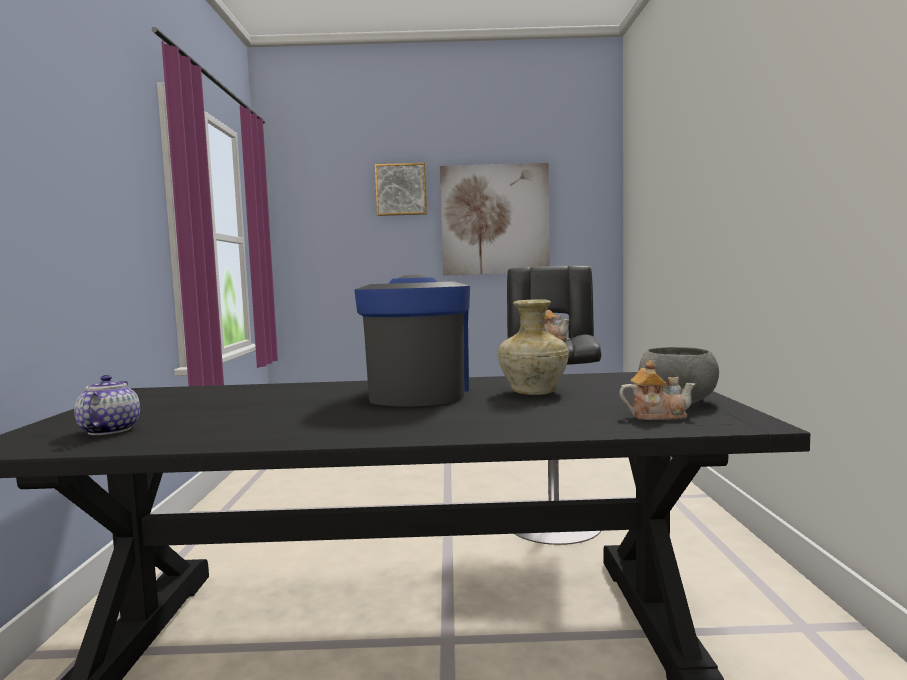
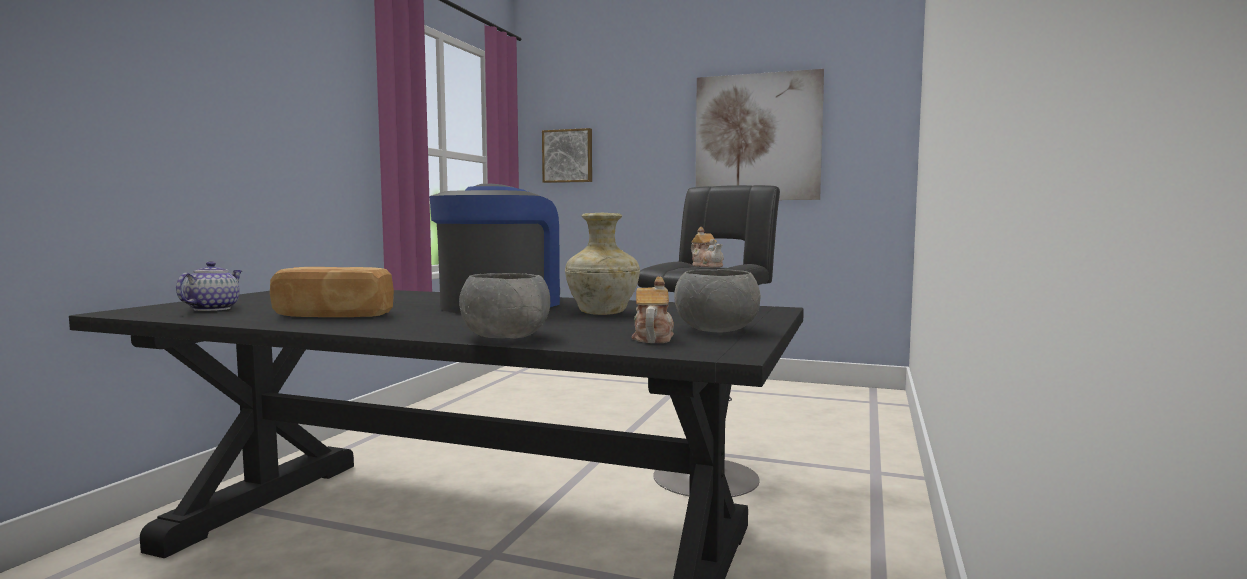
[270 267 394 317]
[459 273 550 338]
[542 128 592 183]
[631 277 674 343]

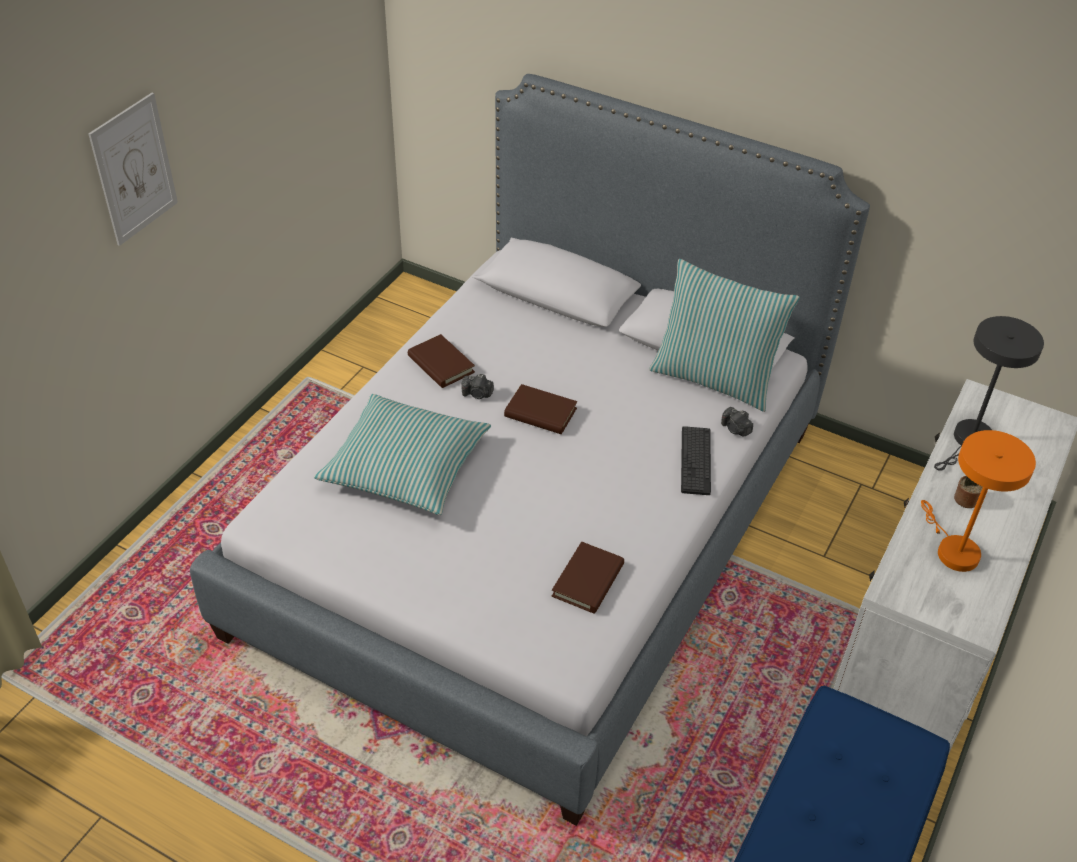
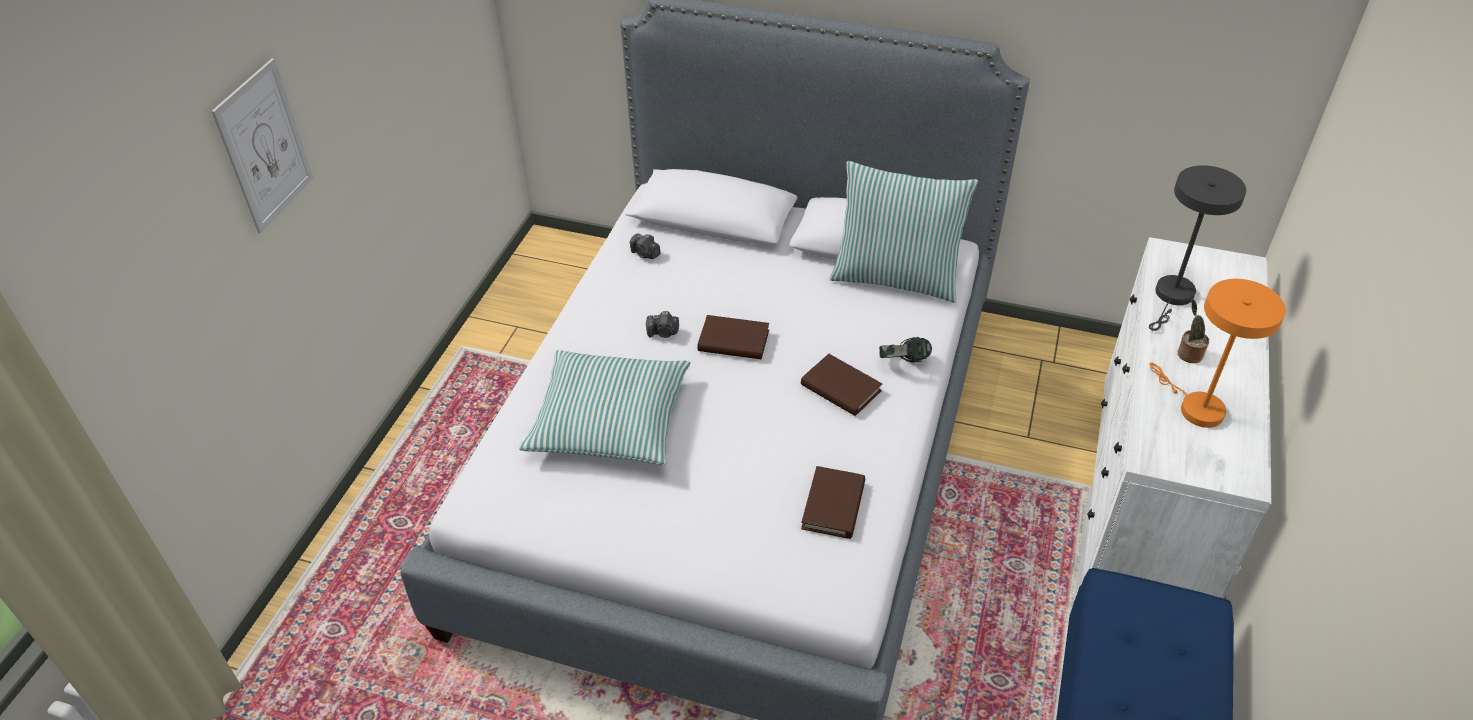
[801 354 882 416]
[630 233 661 259]
[879 337 932 362]

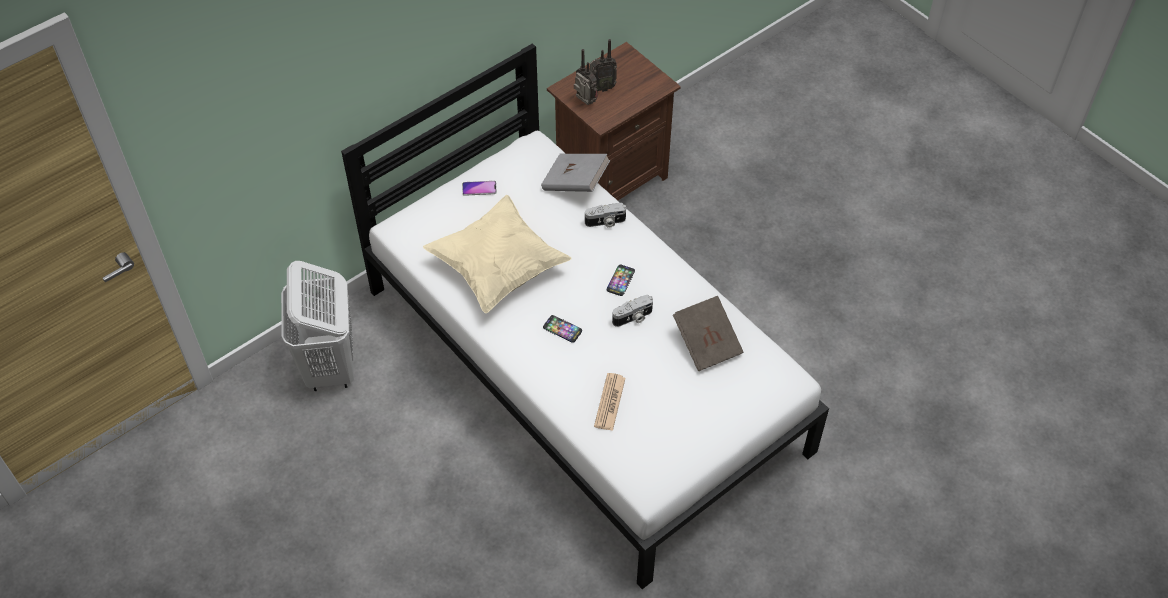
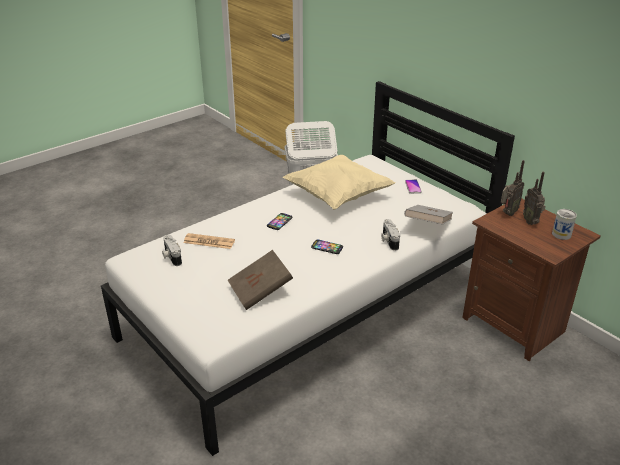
[552 209 577 240]
[162 235 182 266]

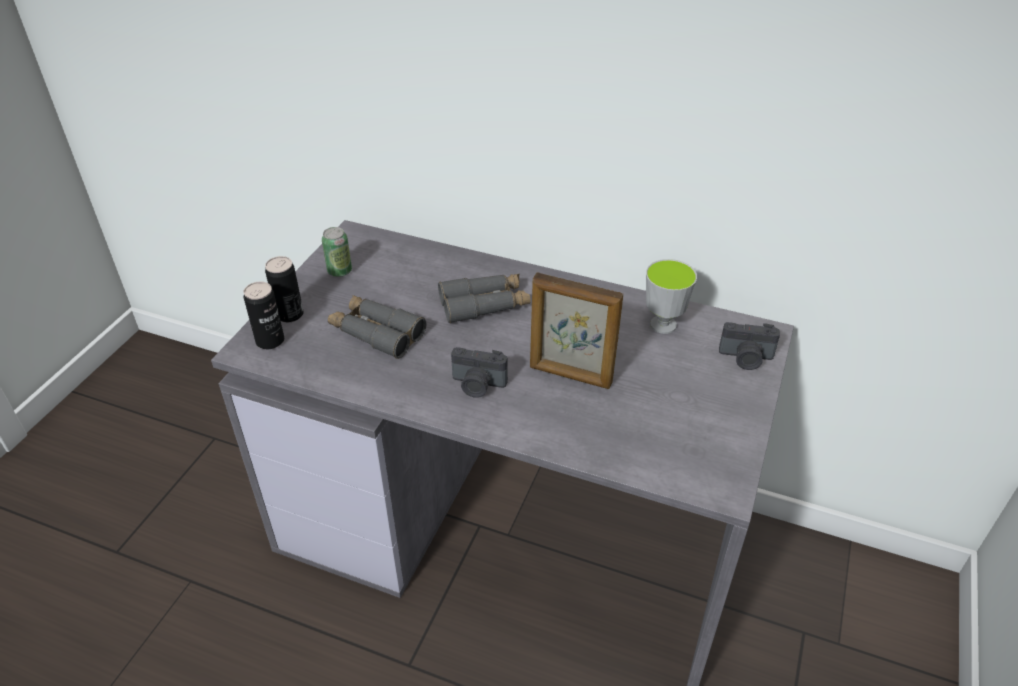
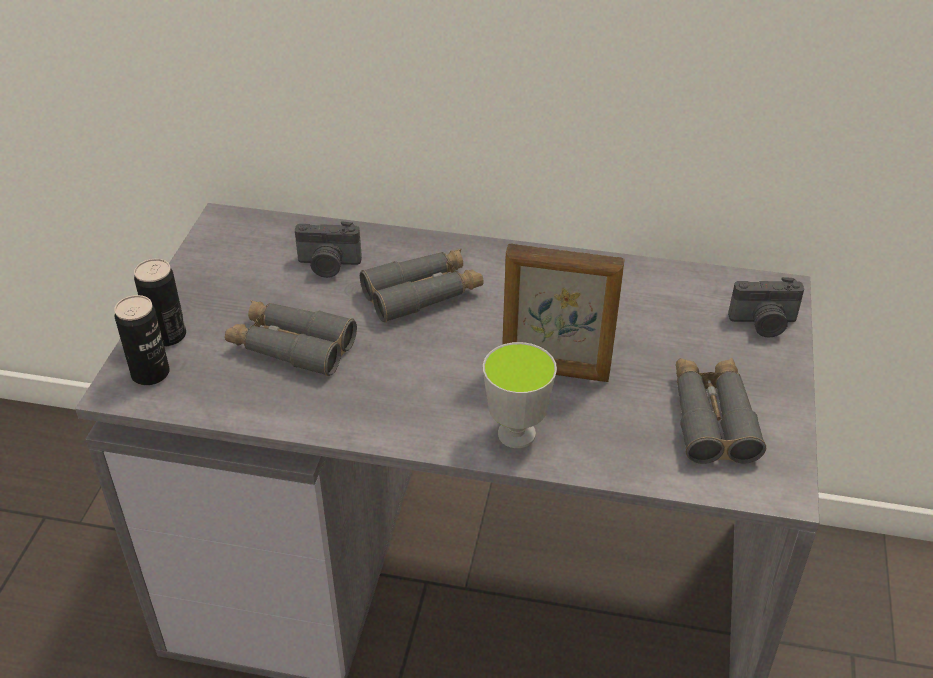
[322 227 352 277] (first image)
[676 358 766 464]
[295 221 362 278]
[483 342 557 448]

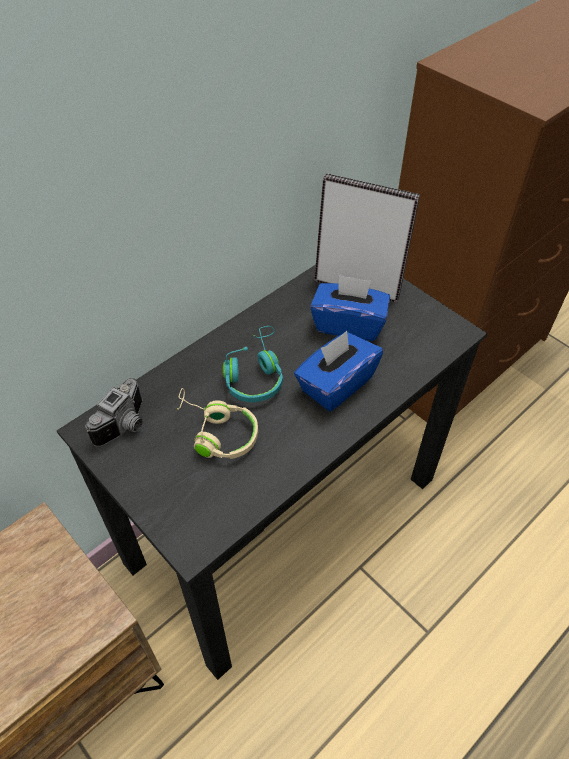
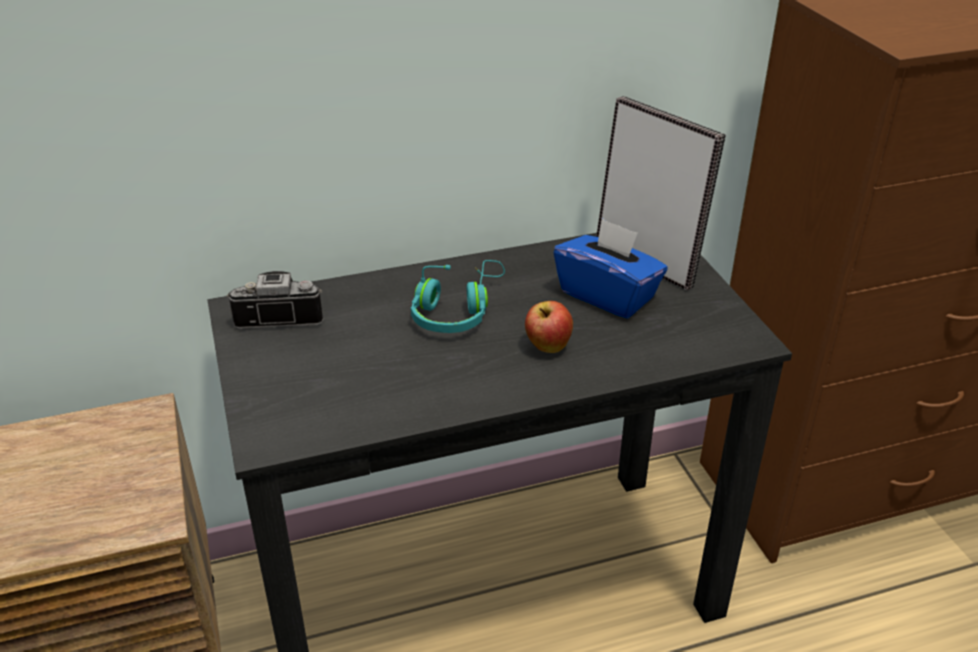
[176 388 258 459] (first image)
[525 301 573 353]
[227 271 323 329]

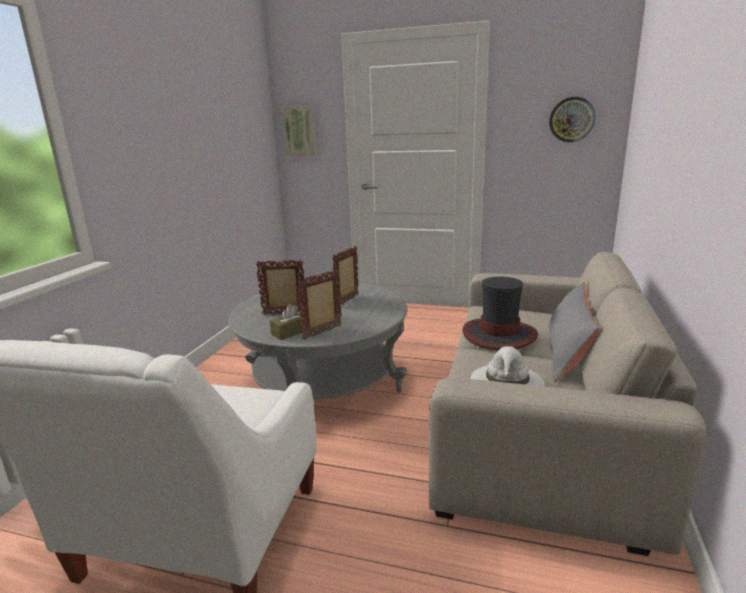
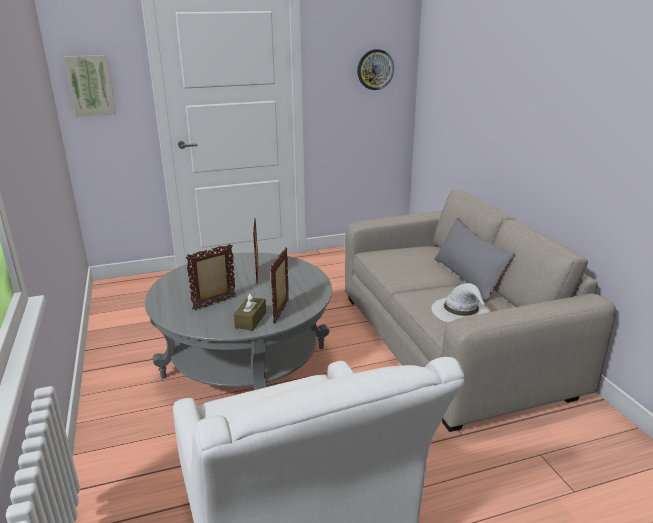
[463 277 538 350] (first image)

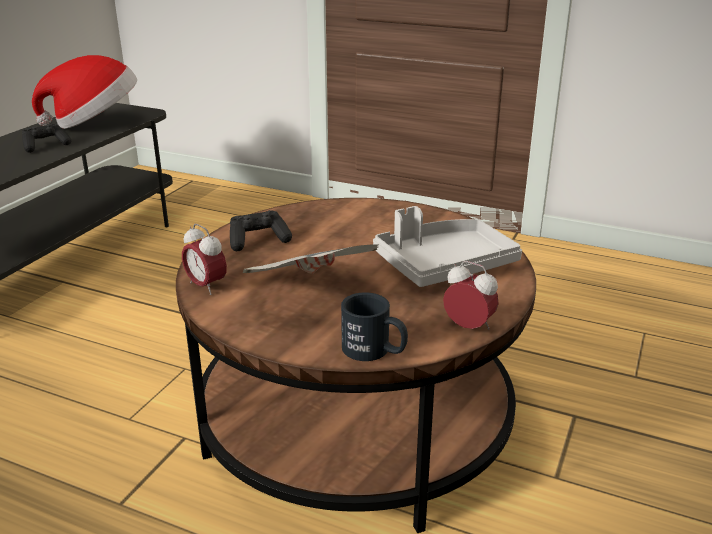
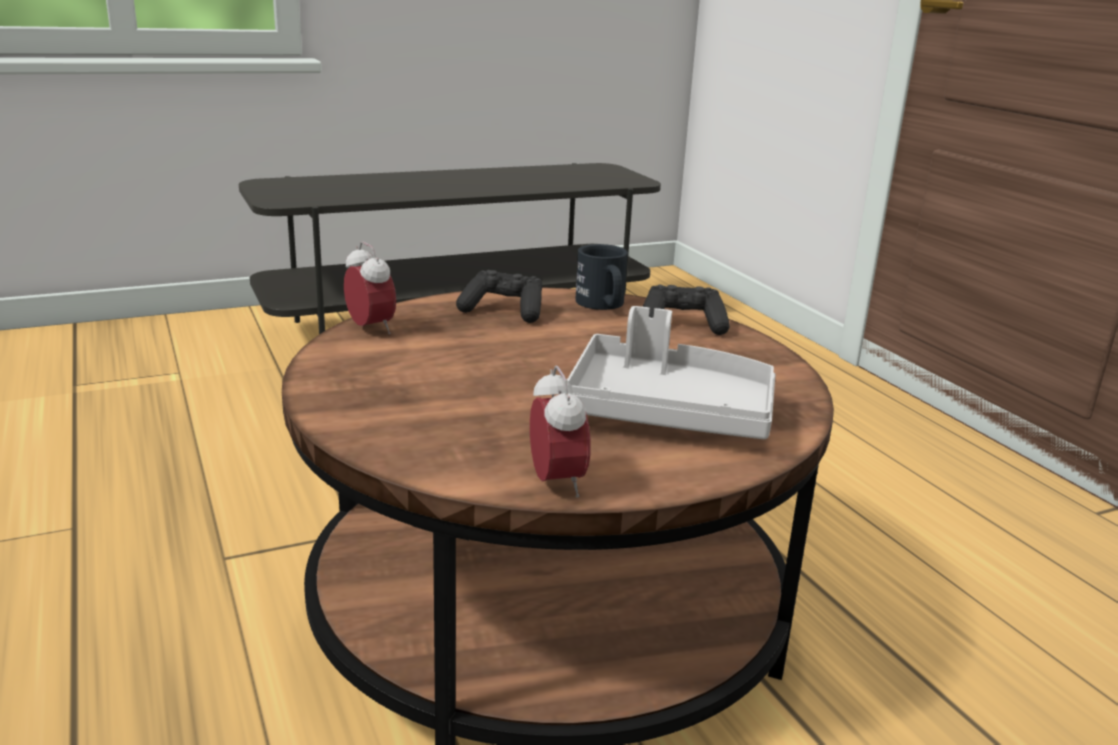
[32 55 137 129] (first image)
[242 244 378 274] (first image)
[643 285 730 335]
[575 244 628 310]
[344 241 396 334]

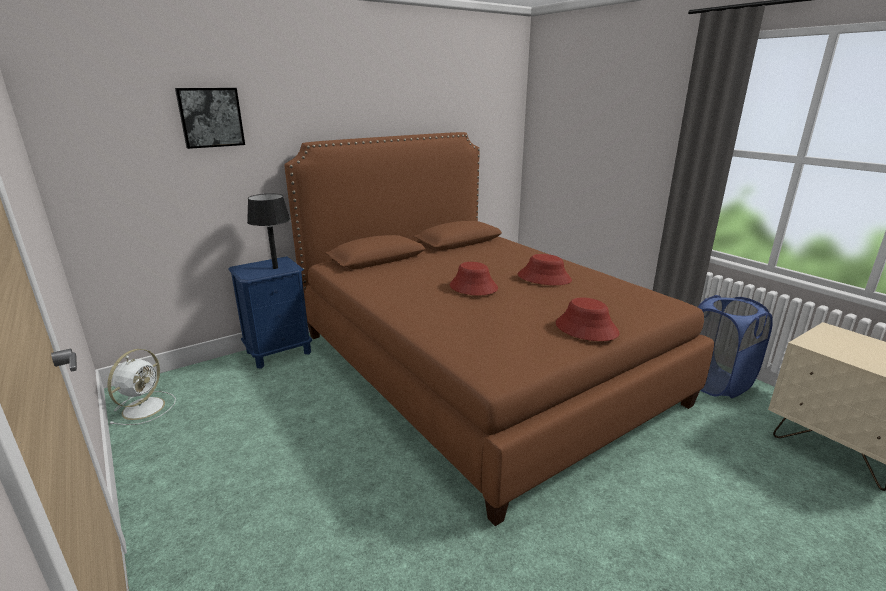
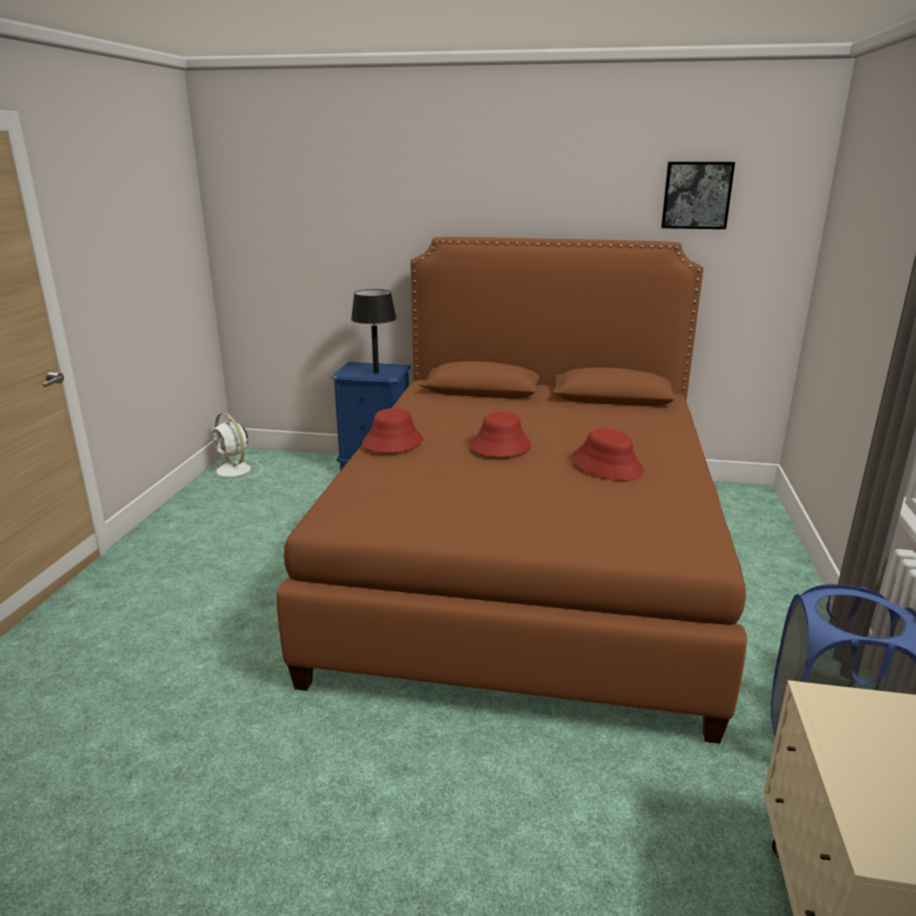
[661 162 735 229]
[362 408 423 453]
[206 413 263 482]

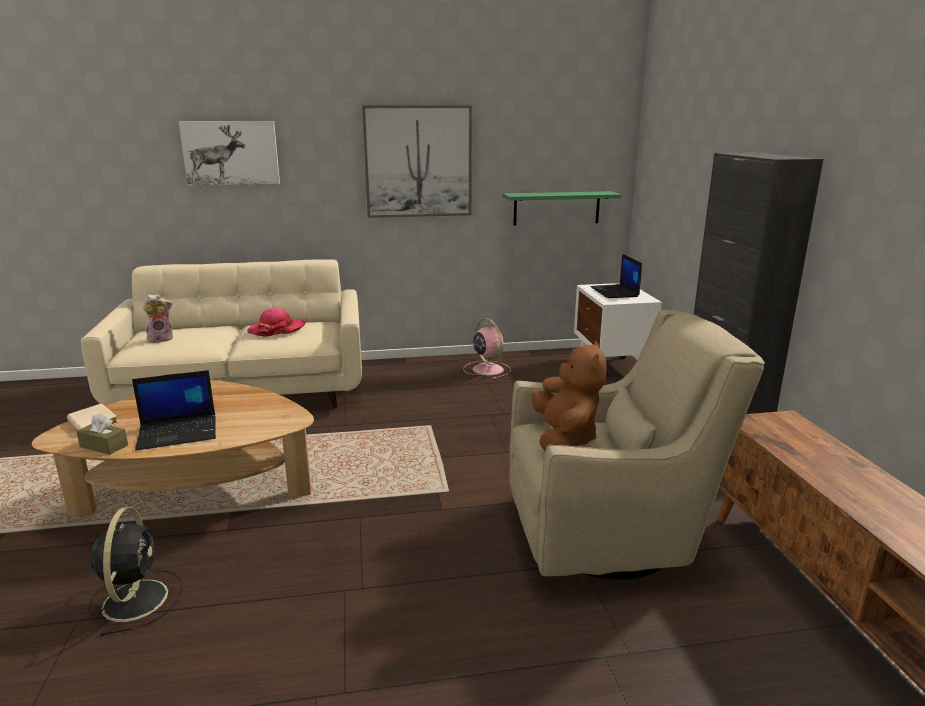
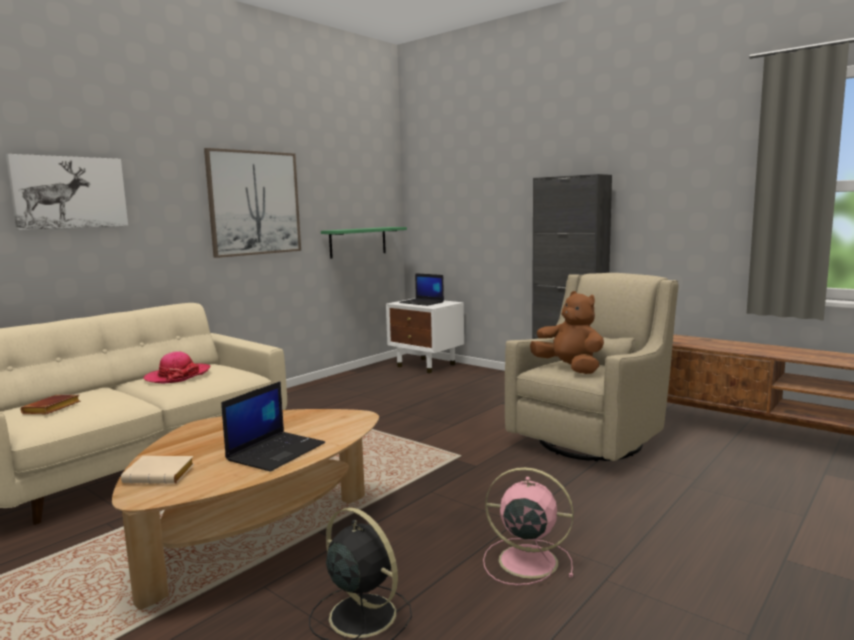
[76 413 128 455] (first image)
[483 467 574 585]
[21 395 81 414]

